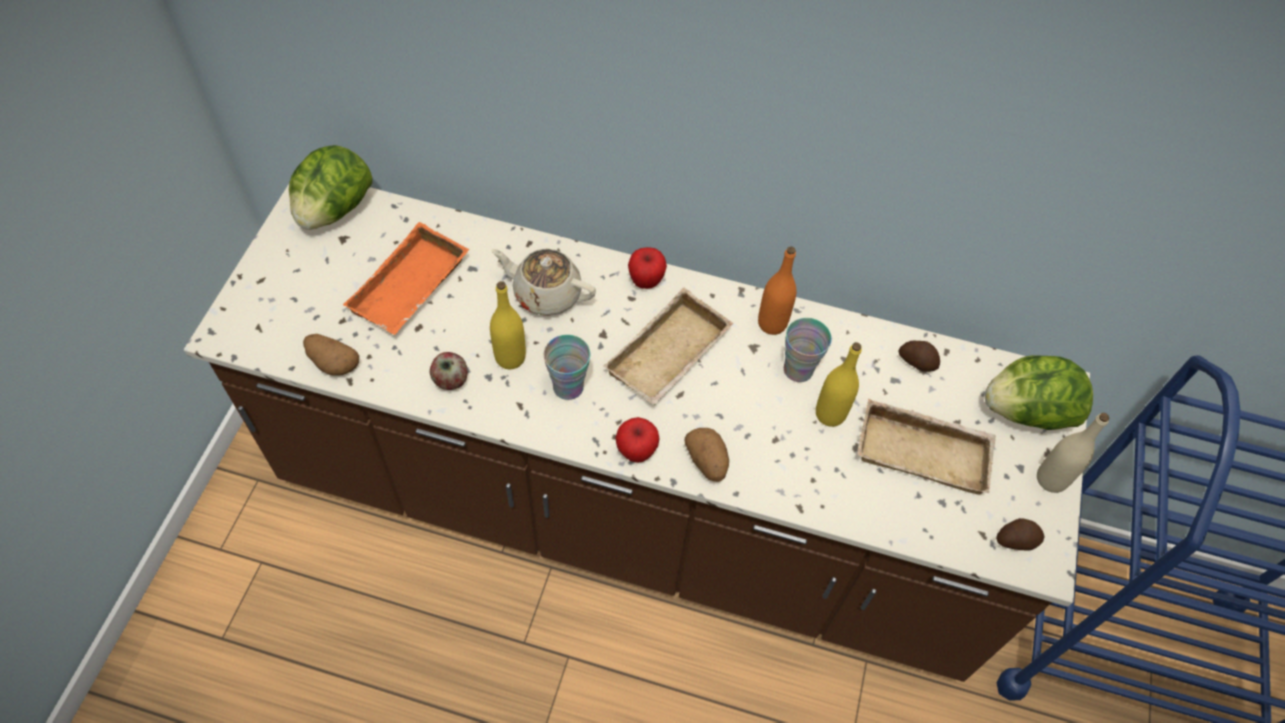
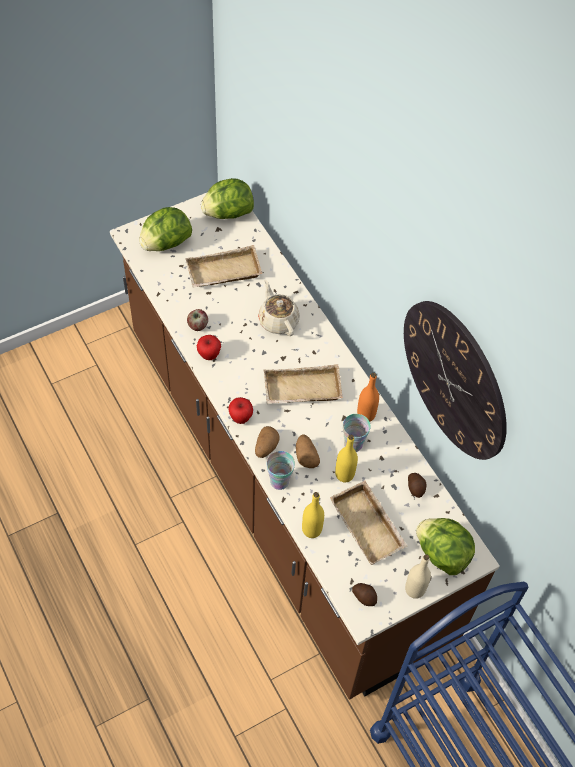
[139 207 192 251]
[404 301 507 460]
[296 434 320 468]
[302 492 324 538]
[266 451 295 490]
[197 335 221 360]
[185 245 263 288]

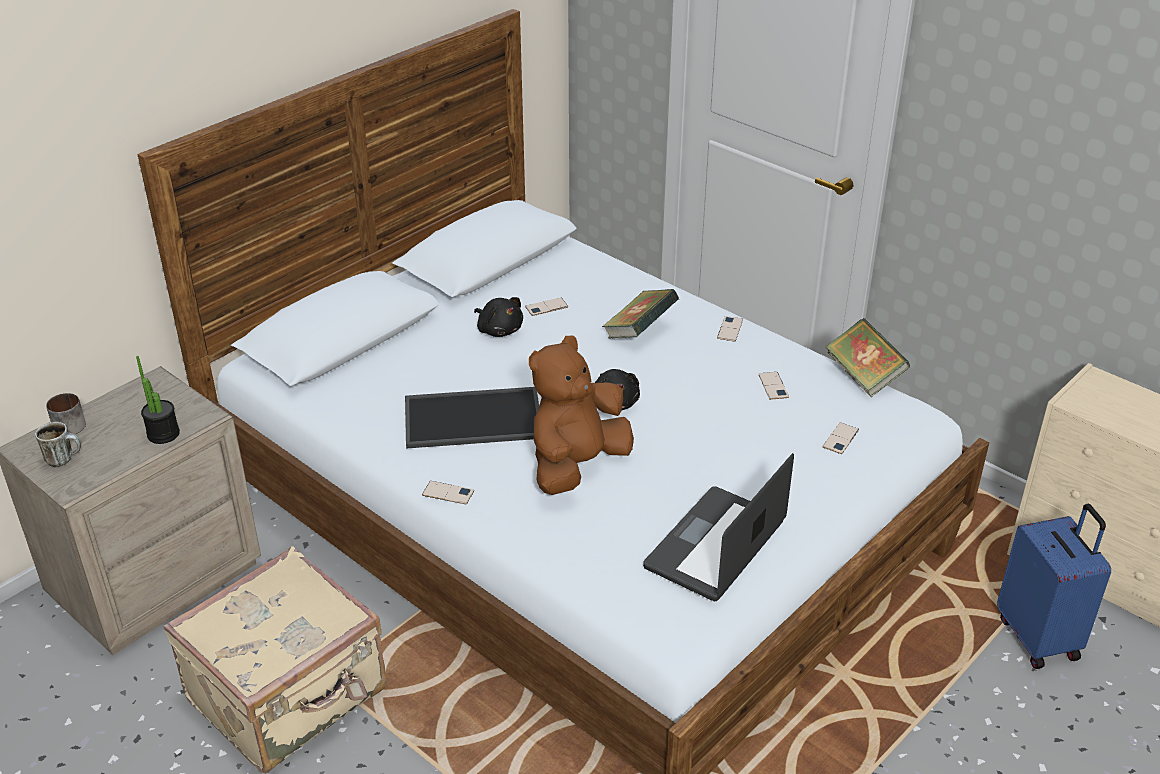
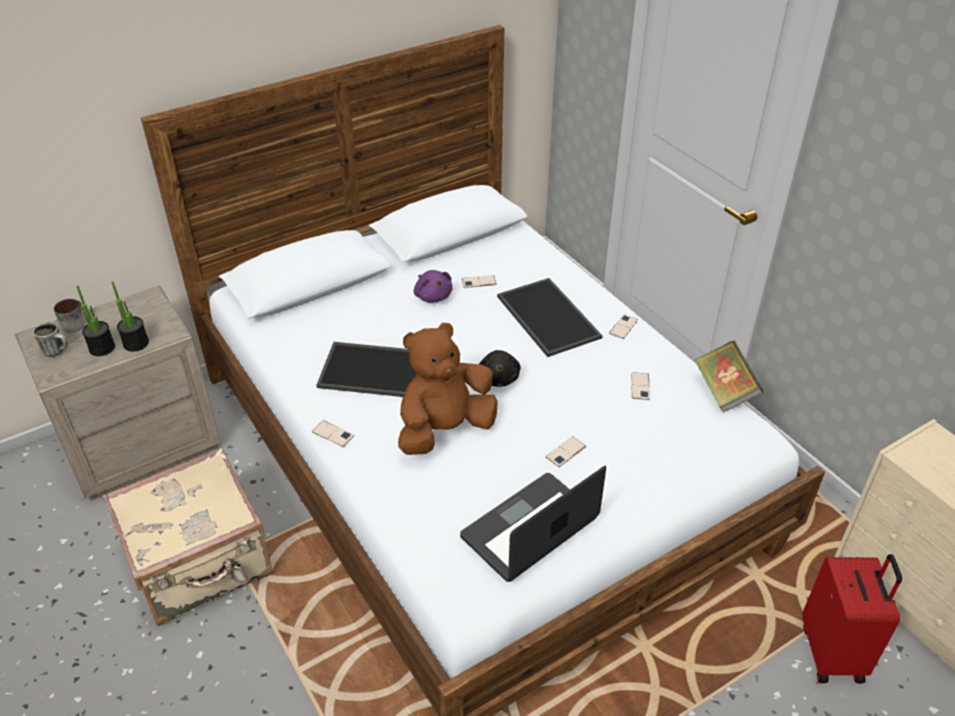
[76 286 115 356]
[546 436 586 467]
[497 278 602 357]
[414 270 453 303]
[802 554 902 684]

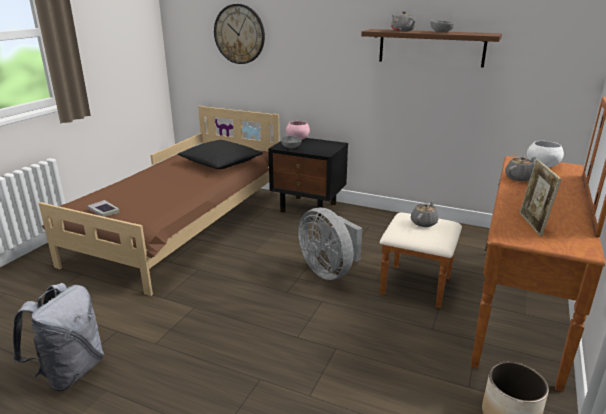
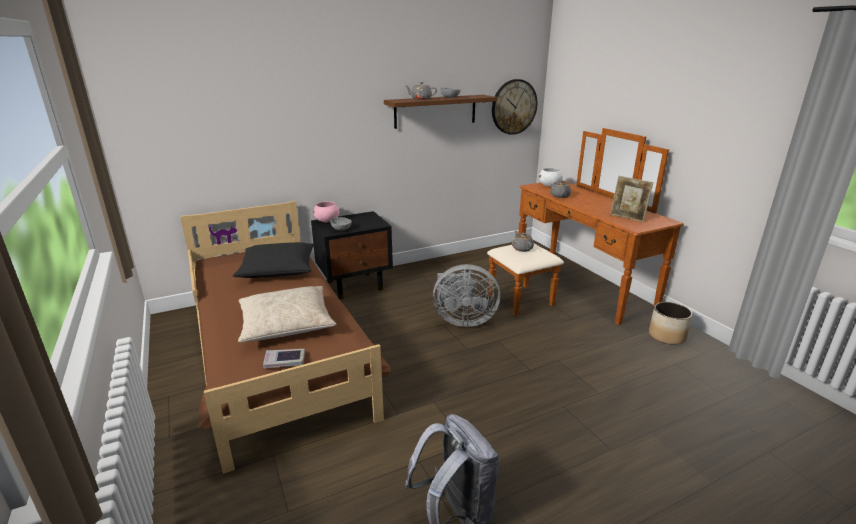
[238 286 336 342]
[492 79 537 135]

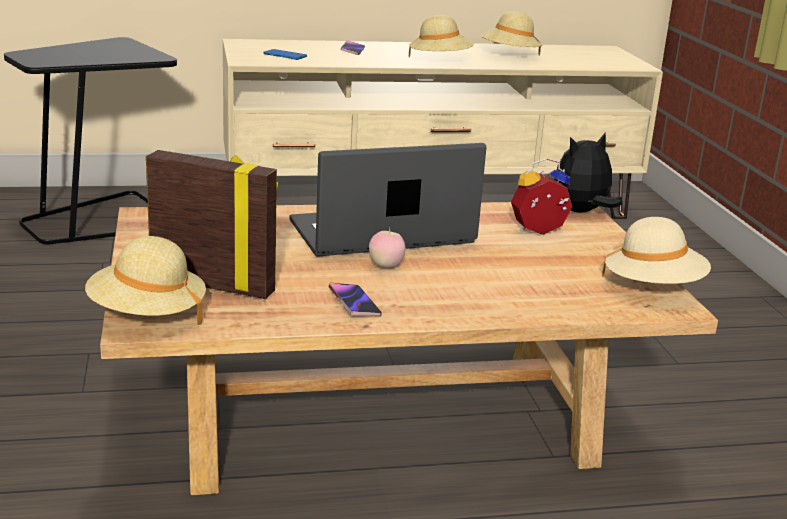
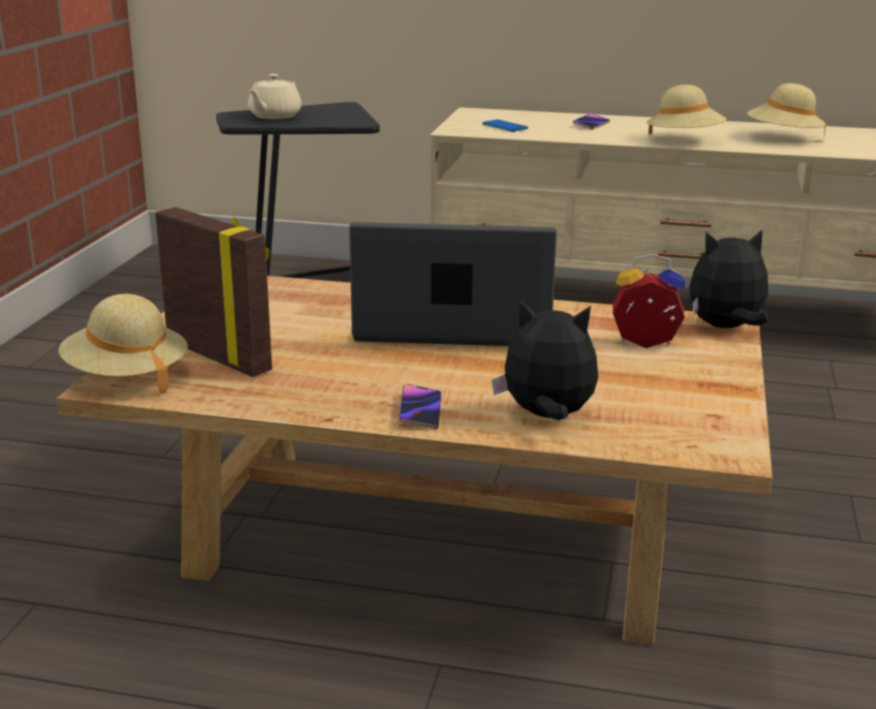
[369 228 406 268] (first image)
[602 217 711 284] (first image)
[248 74 302 119]
[492 300 598 420]
[399 384 441 429]

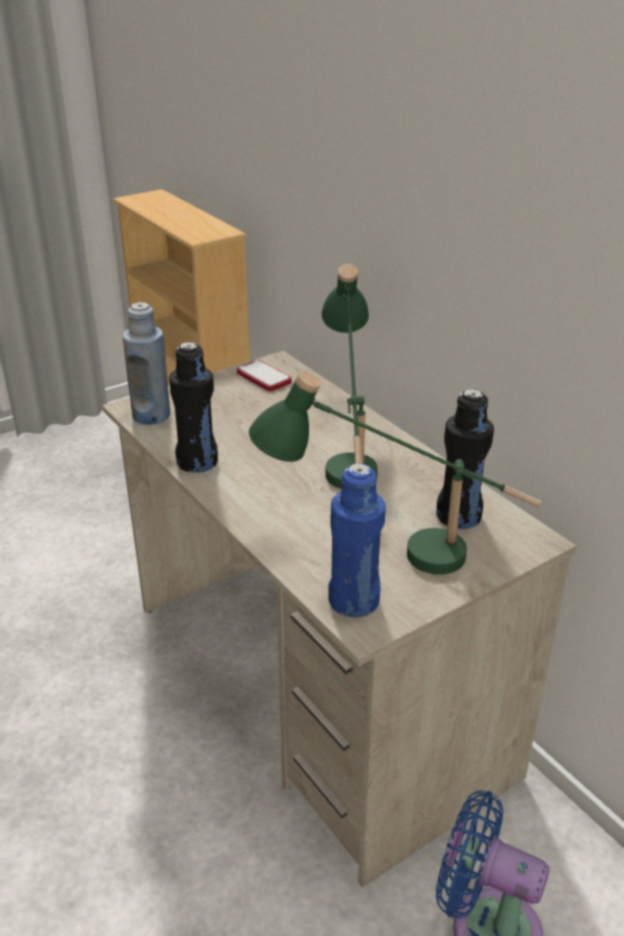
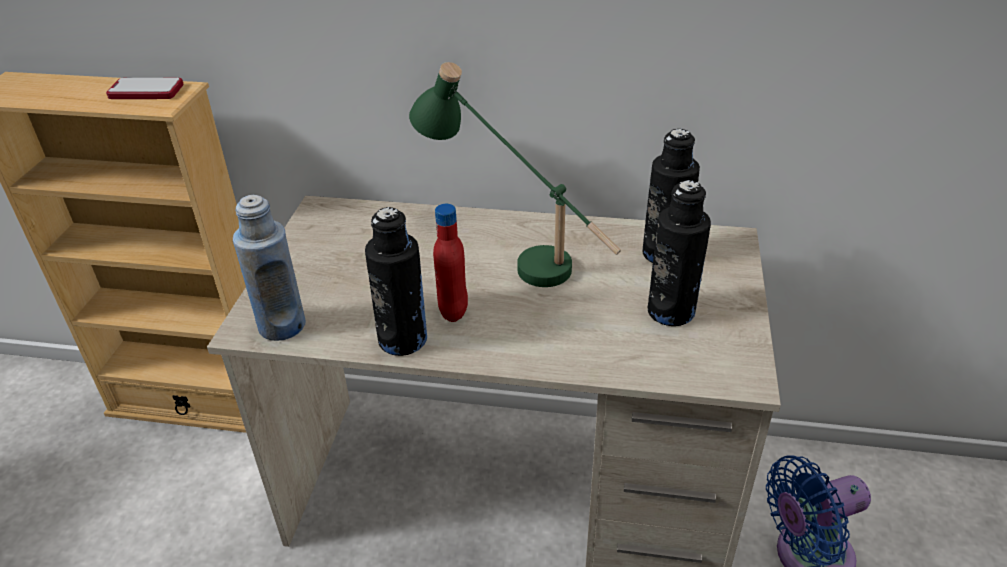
[328 463 386 617] (first image)
[433 204 468 322]
[106 78 184 99]
[648 180 711 326]

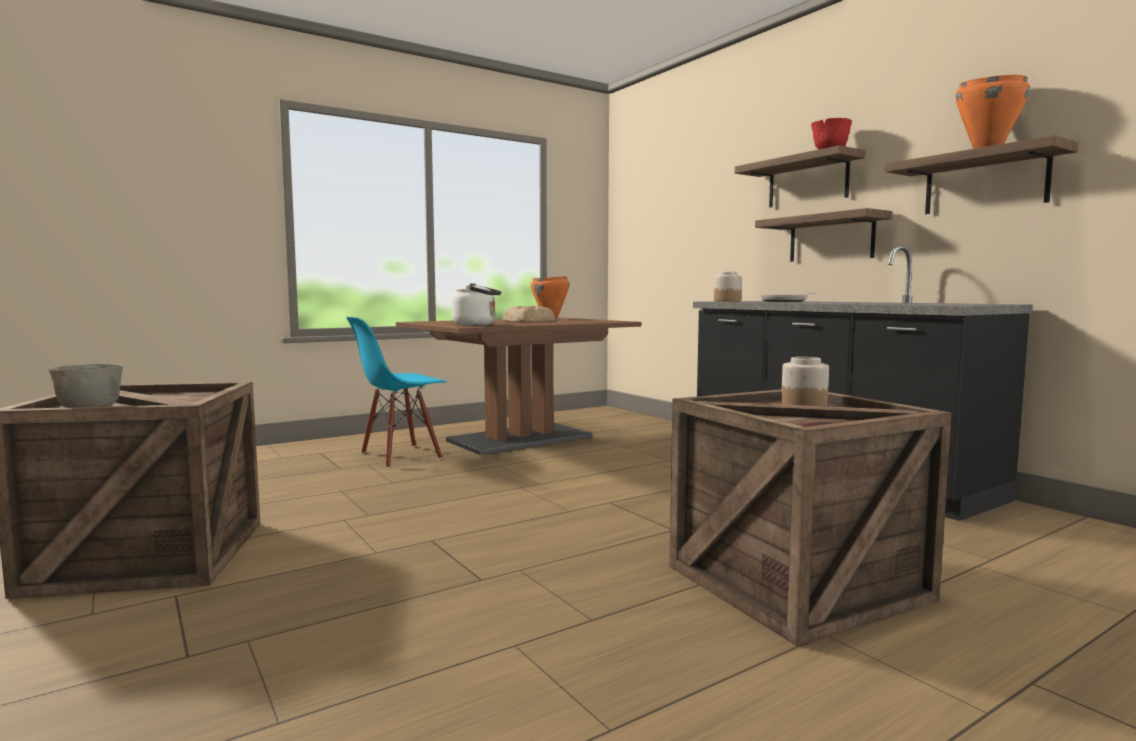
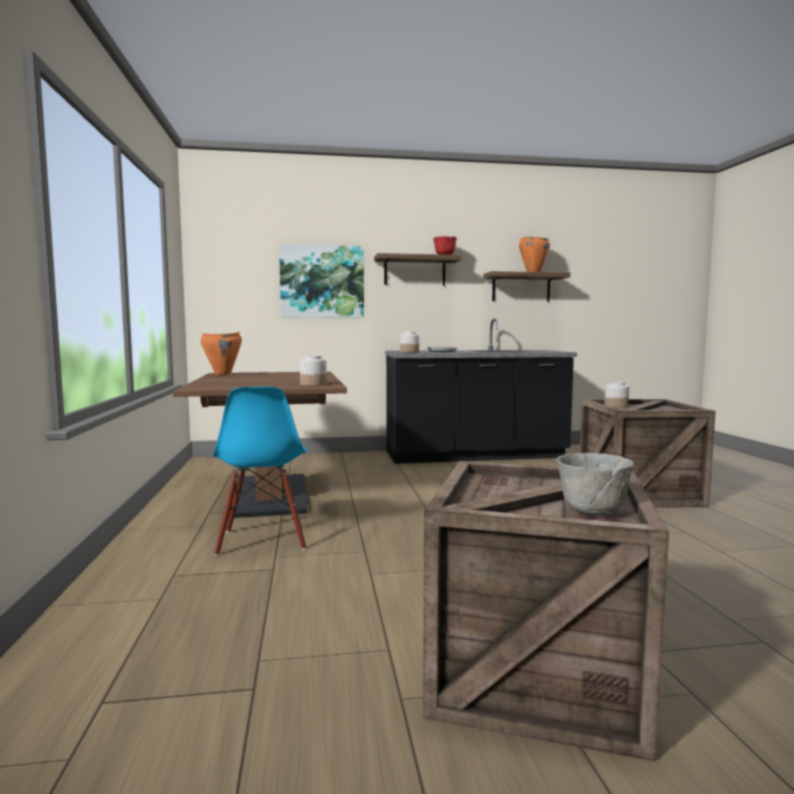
[503 306 555 323] (first image)
[755 208 892 262] (first image)
[279 244 364 318]
[300 355 327 386]

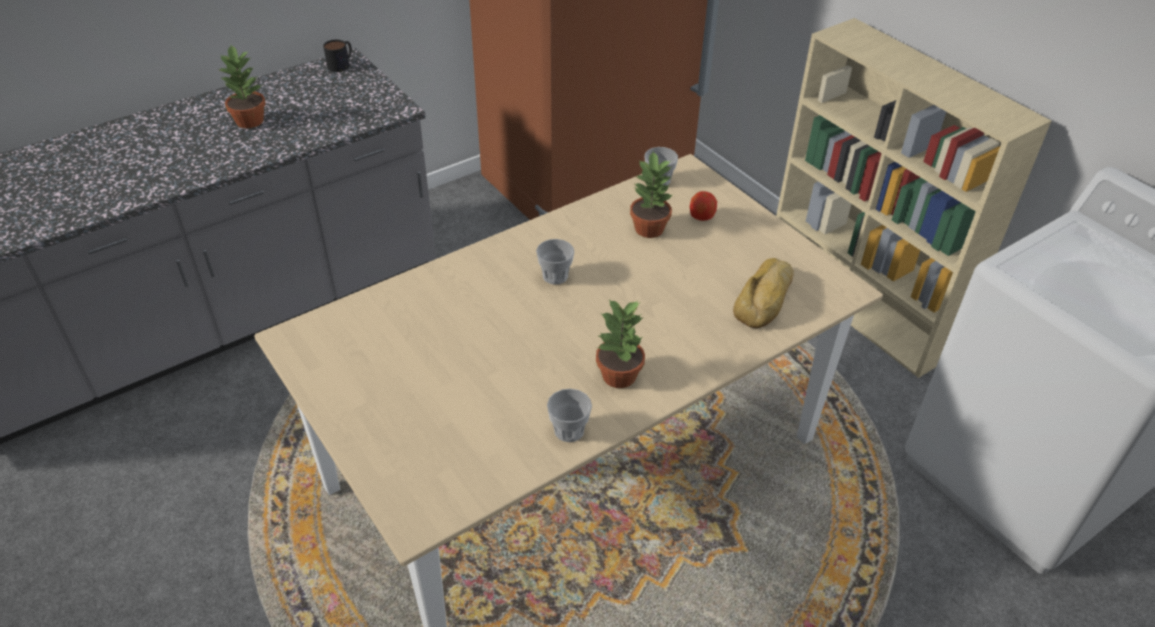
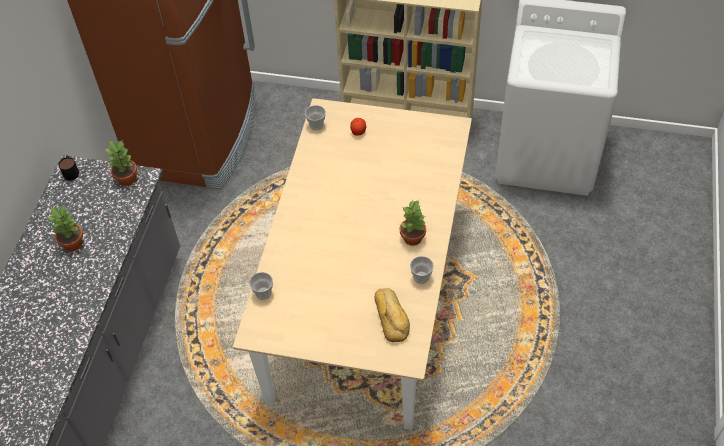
[249 272 273 300]
[104 140 137 186]
[375 288 410 342]

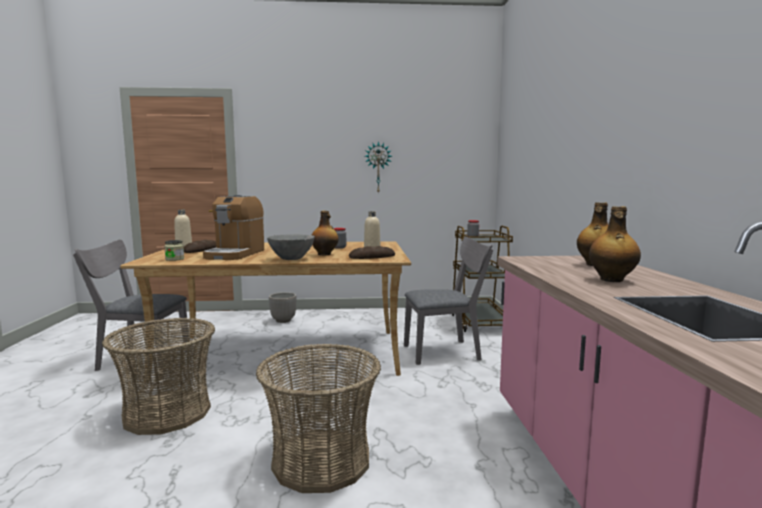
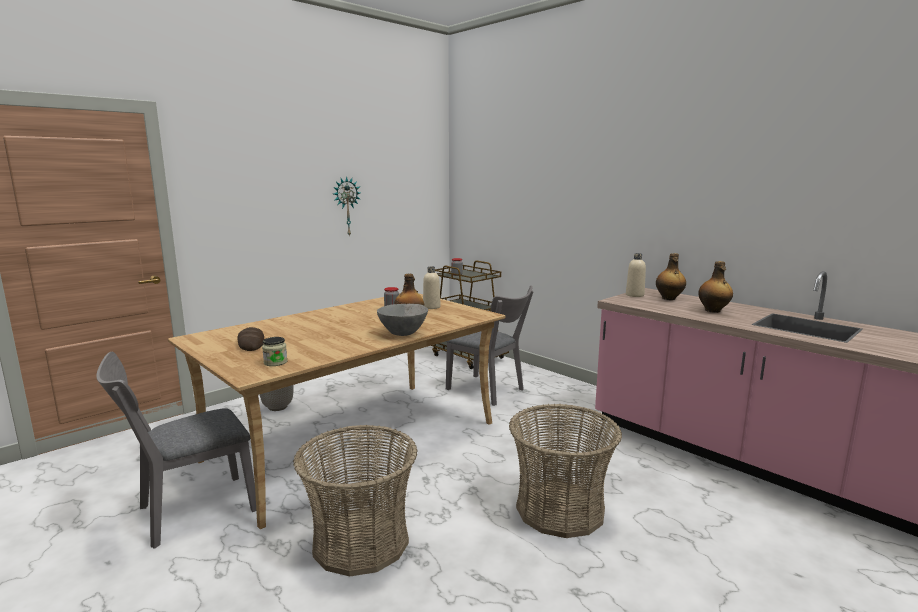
[203 195 264 260] (first image)
[349 246 395 259] (first image)
[626 253 646 297]
[446 285 534 406]

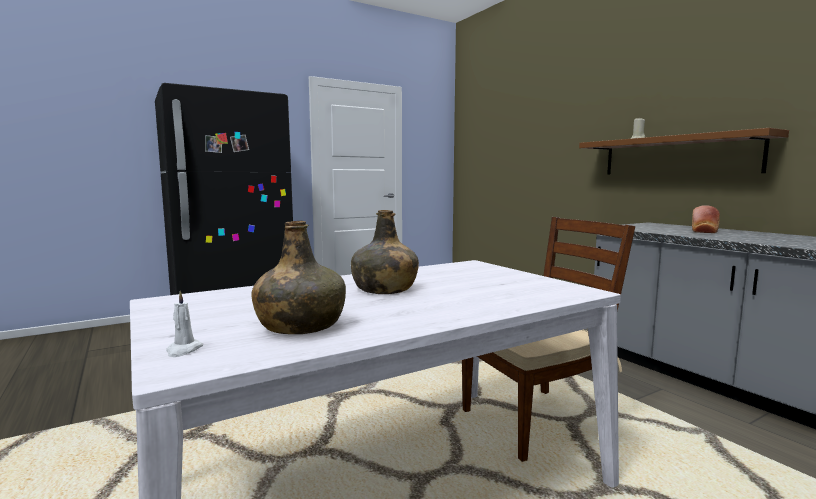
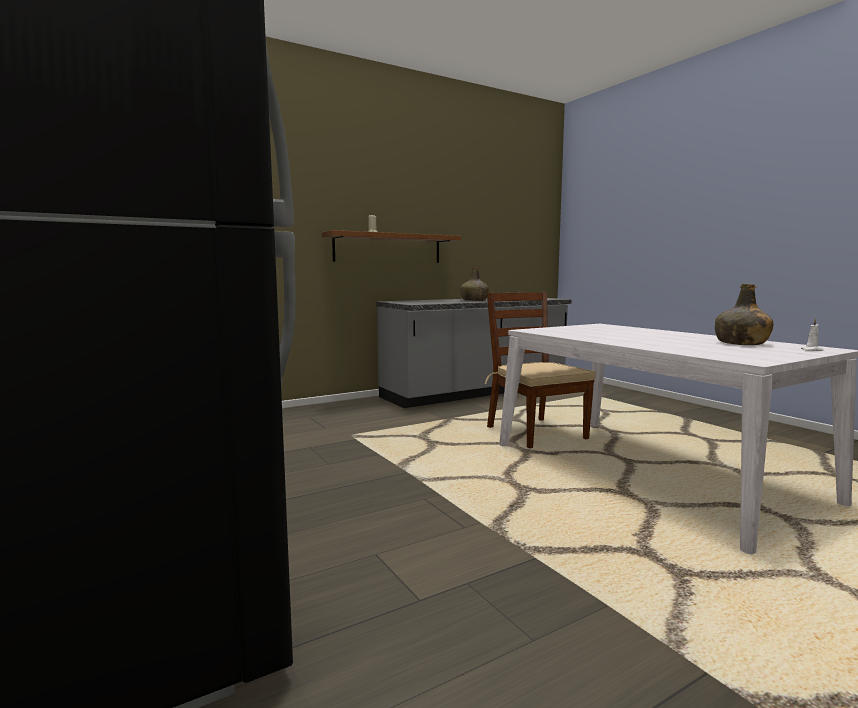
[692 205 720 233] (first image)
[460 267 489 301]

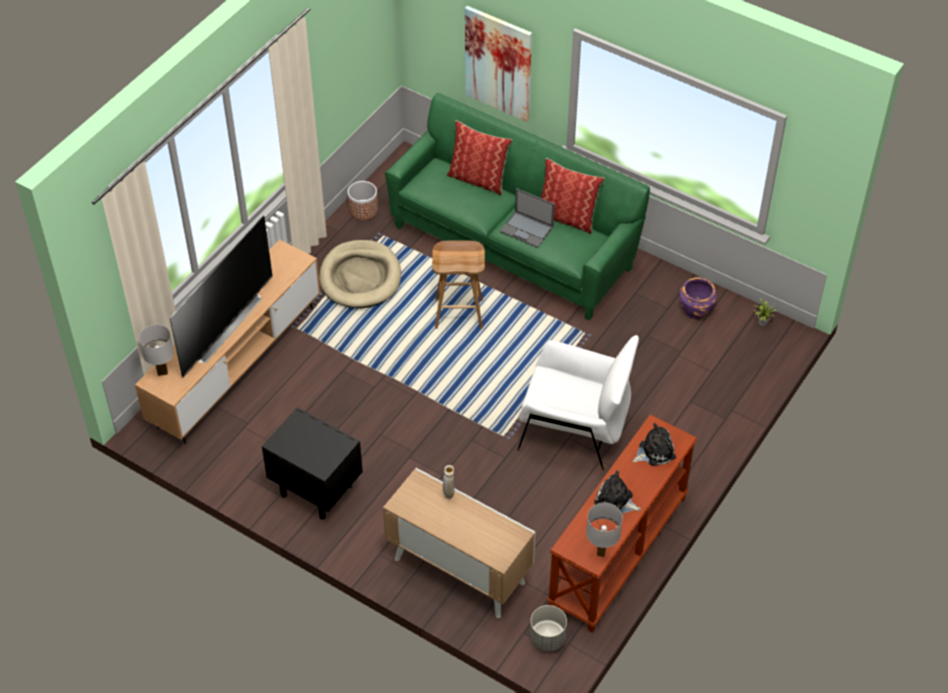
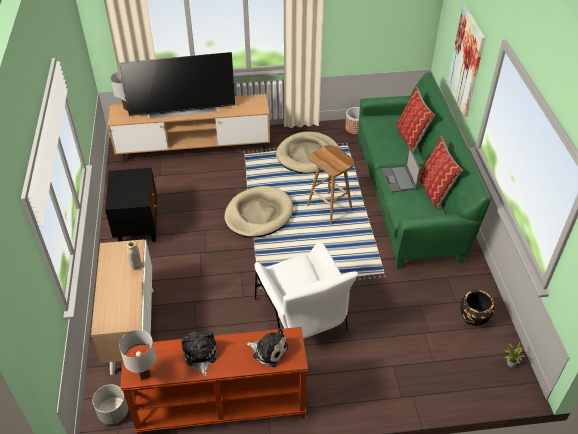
[224 186 293 238]
[461 290 495 327]

